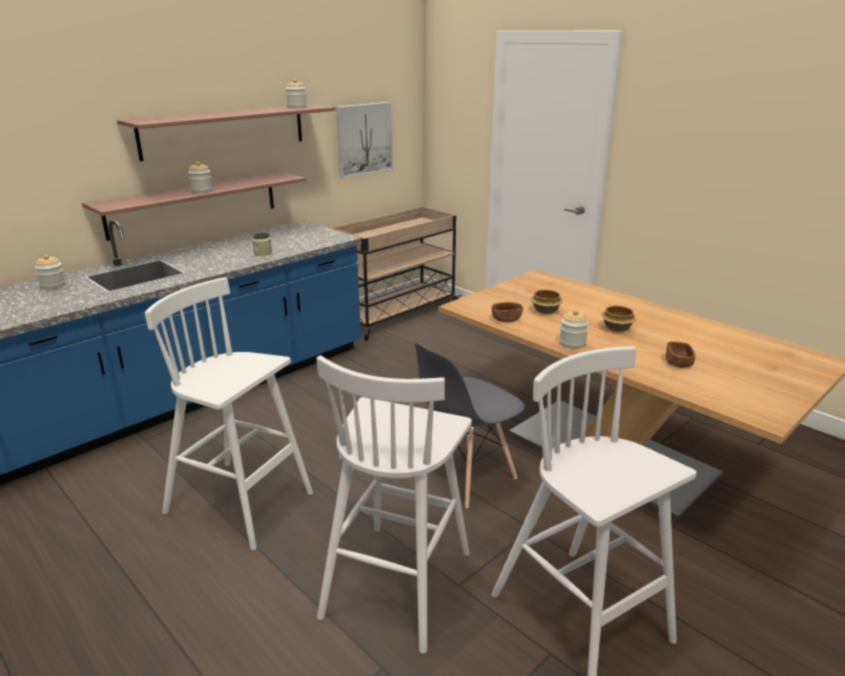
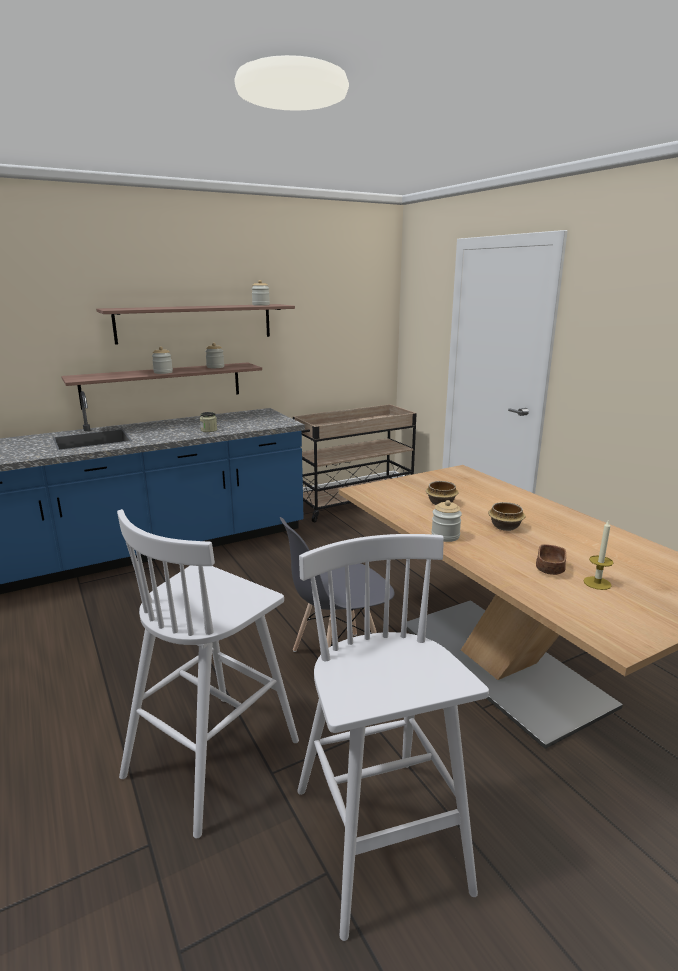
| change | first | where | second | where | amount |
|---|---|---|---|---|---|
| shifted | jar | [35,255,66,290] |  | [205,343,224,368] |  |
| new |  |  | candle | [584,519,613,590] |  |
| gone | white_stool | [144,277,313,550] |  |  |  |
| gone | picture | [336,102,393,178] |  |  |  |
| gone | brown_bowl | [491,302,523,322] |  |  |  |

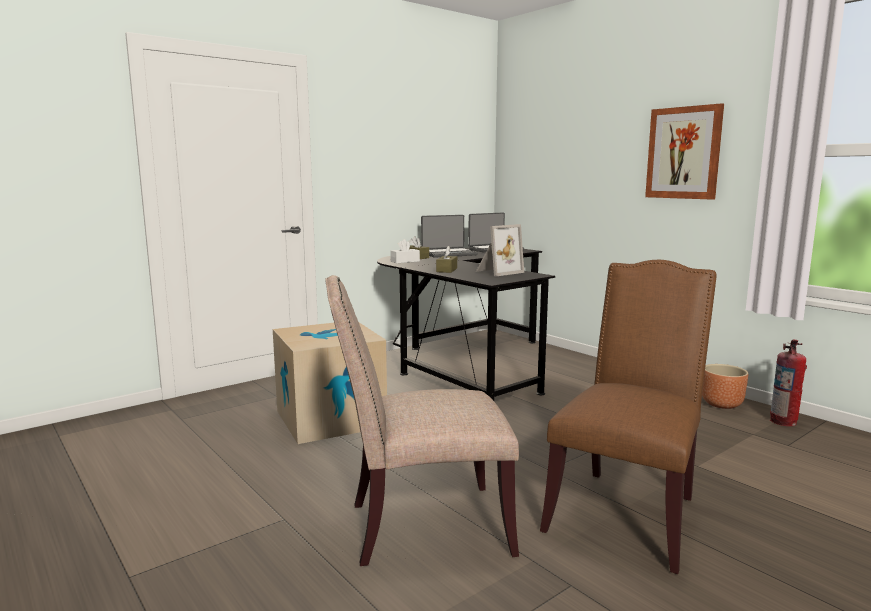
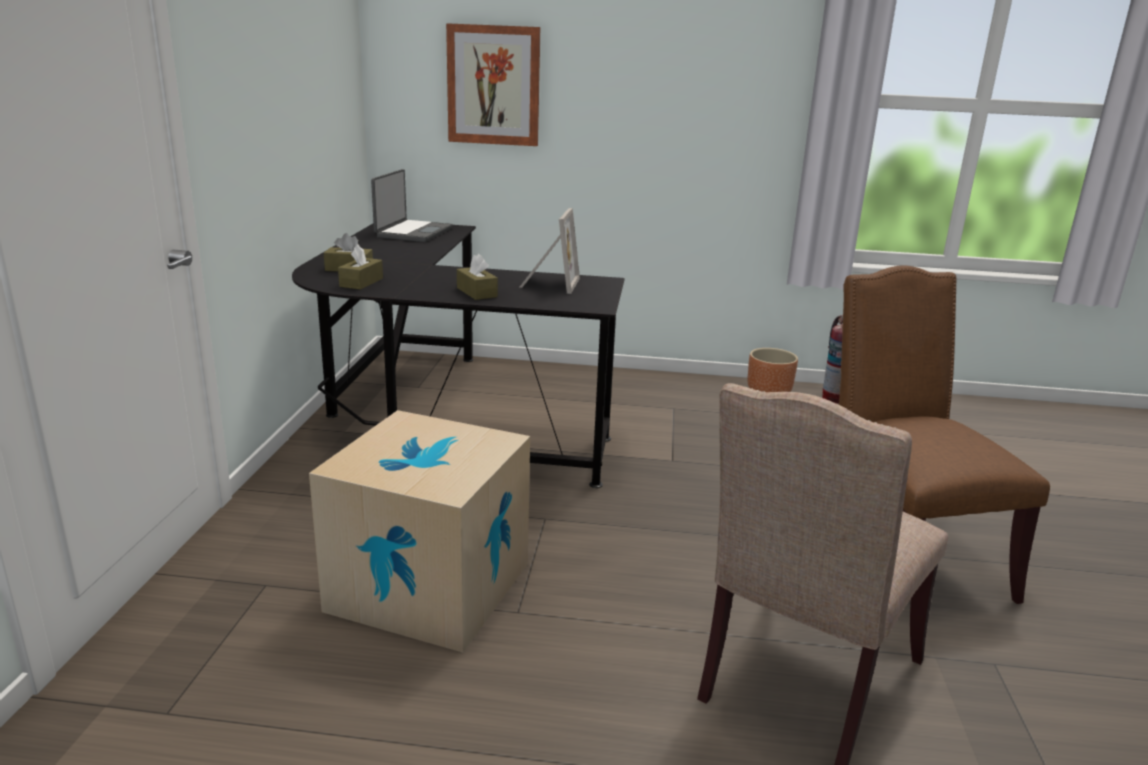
| change | first | where | second | where | amount |
|---|---|---|---|---|---|
| repainted | white_tissue_box | [390,239,420,263] | brown_tissue_box | [338,245,383,290] |  |
| shifted | picture | [645,103,724,200] |  | [446,23,540,146] |  |
| gone | laptop | [421,215,478,258] |  |  |  |

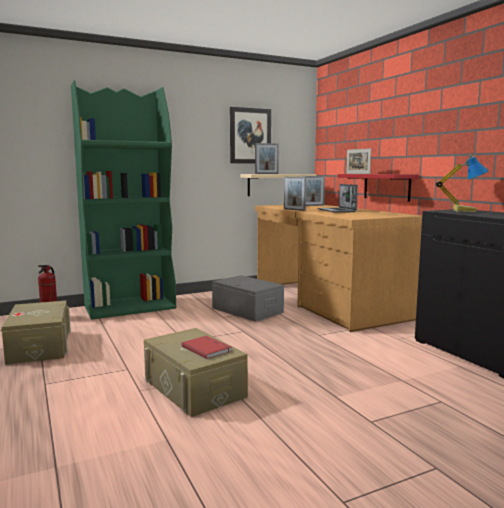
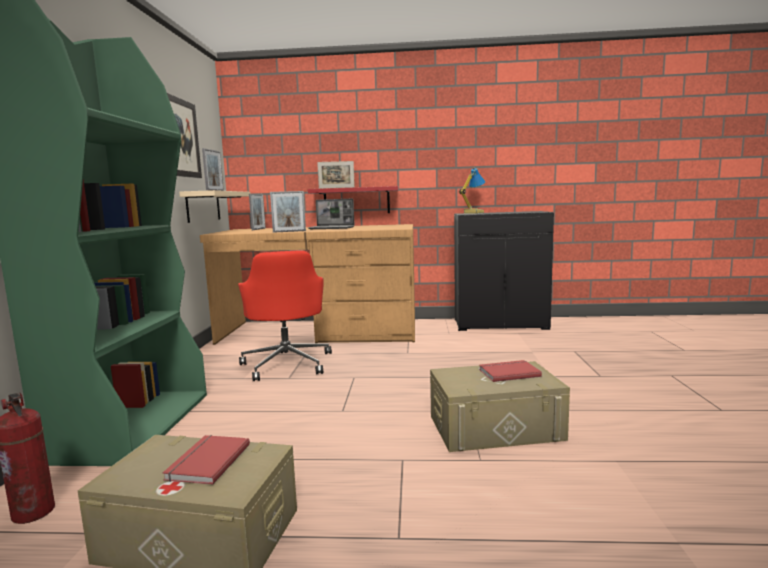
| change | first | where | second | where | amount |
|---|---|---|---|---|---|
| new |  |  | red_book | [162,435,250,485] |  |
| swapped | grey_storage_box | [212,275,284,322] | red_office_chair | [238,251,332,381] |  |

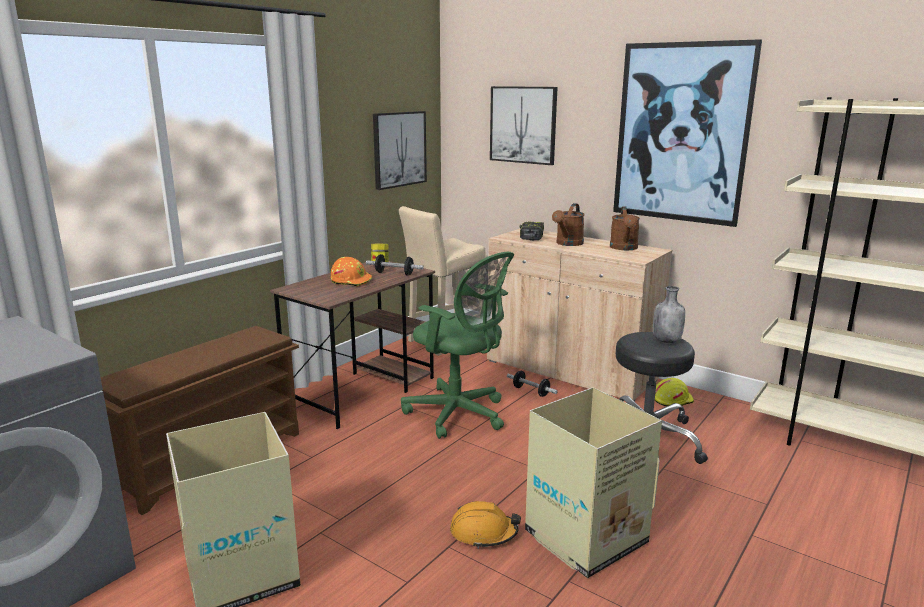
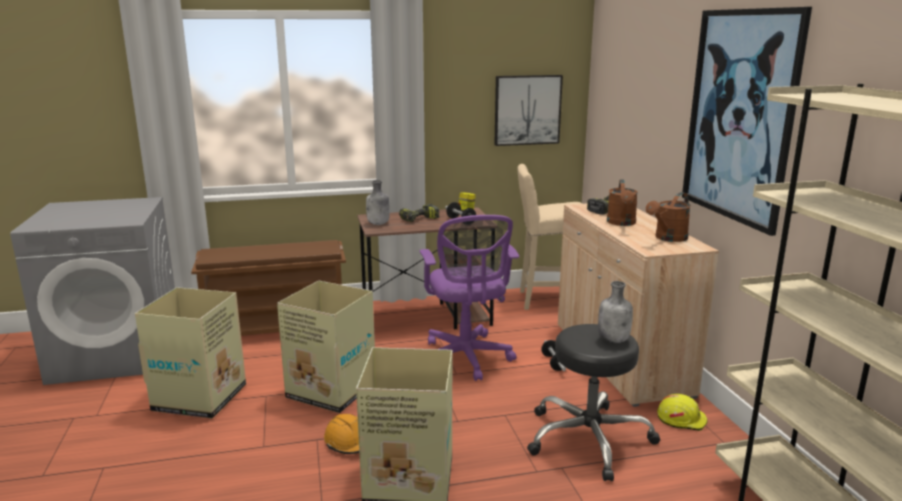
| change | first | where | second | where | amount |
|---|---|---|---|---|---|
| new |  |  | cardboard_box | [277,281,375,413] |  |
| new |  |  | grey_bottle | [366,180,390,225] |  |
| swapped | orange_hard_hat | [331,257,373,286] | power_drill | [399,204,440,222] |  |
| repainted | green_office_chair | [401,252,514,439] | purple_office_chair | [420,215,519,381] |  |
| rotated | brown_watering_can | [552,203,584,246] |  | [607,179,638,226] | 60 degrees counterclockwise |
| gone | picture | [490,86,557,165] |  |  |  |

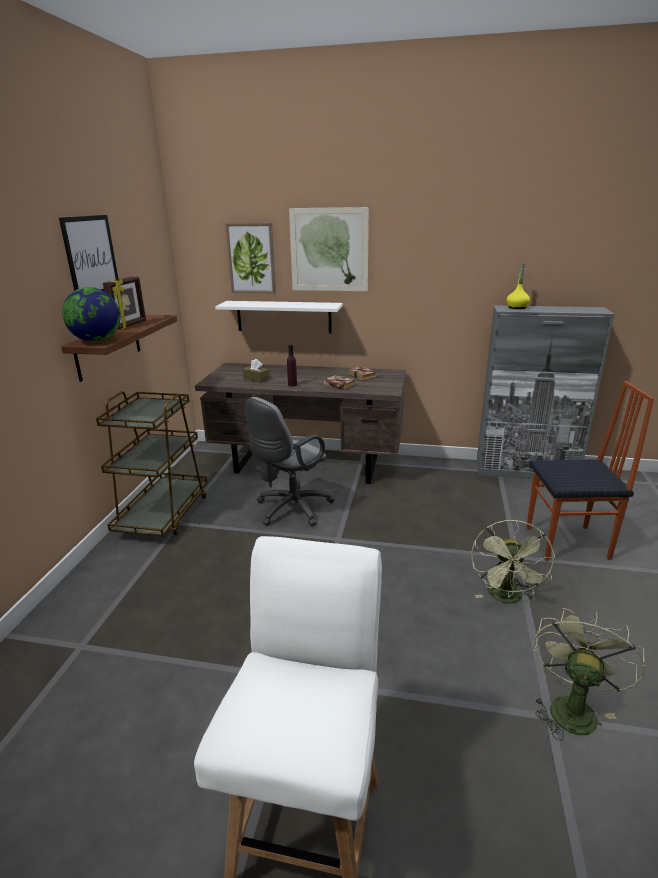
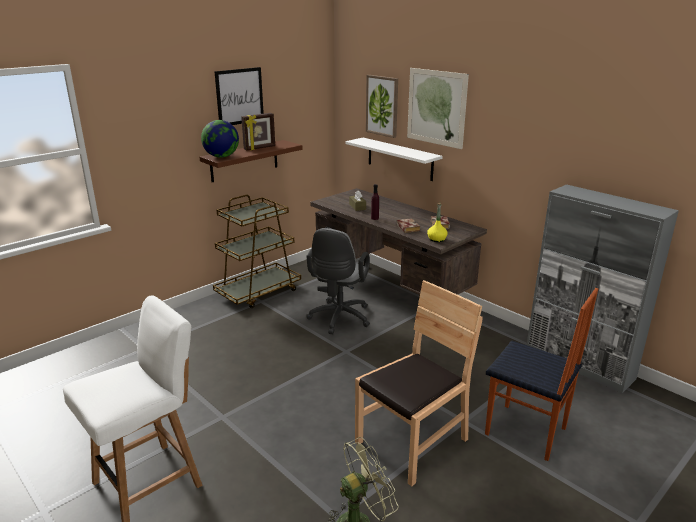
| change | first | where | second | where | amount |
|---|---|---|---|---|---|
| rotated | grey_office_chair | [245,397,335,526] |  | [306,228,370,334] | 60 degrees counterclockwise |
| swapped | green_fan | [471,520,555,604] | brown_chair | [355,280,483,487] |  |
| shifted | yellow_bottle | [507,263,530,309] |  | [427,203,448,242] |  |

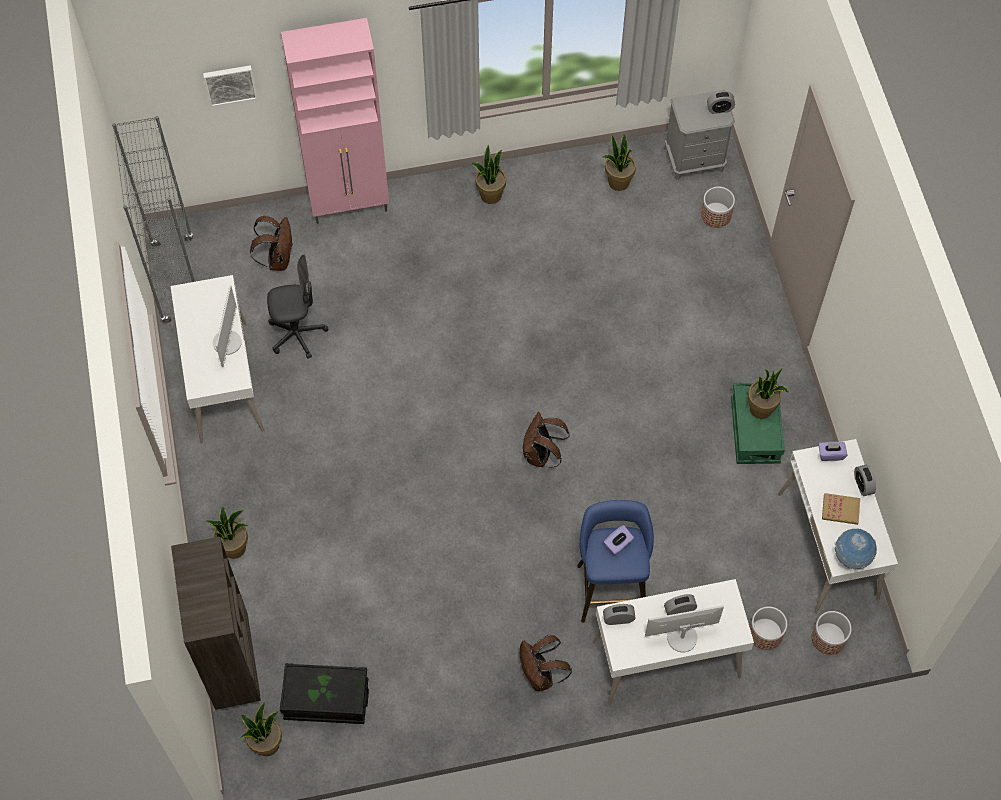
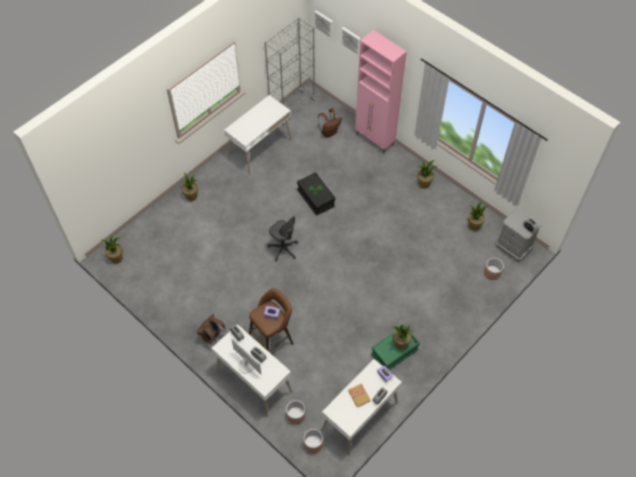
| change | first | where | second | where | amount |
|---|---|---|---|---|---|
| repainted | blue_stool | [577,500,654,623] | brown_stool | [249,288,294,352] |  |
| shifted | grey_office_chair | [267,255,328,359] |  | [268,215,298,262] |  |
| shifted | black_storage_box | [280,663,369,724] |  | [297,172,336,216] |  |
| new |  |  | picture | [314,10,333,39] |  |
| gone | brown_bookcase | [171,537,261,710] |  |  |  |
| gone | monitor | [213,285,242,367] |  |  |  |
| gone | brown_backpack | [523,412,569,468] |  |  |  |
| gone | globe | [835,528,877,569] |  |  |  |

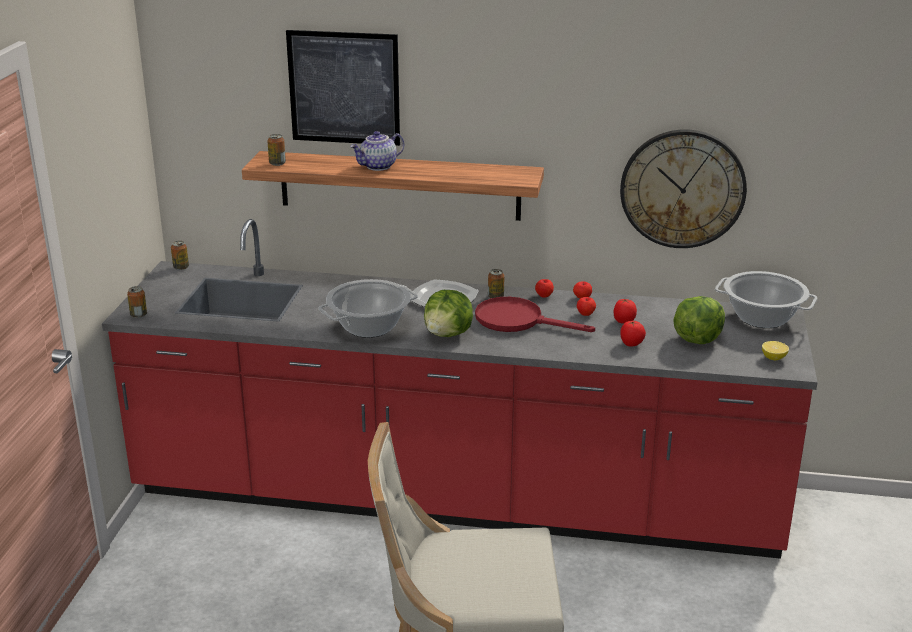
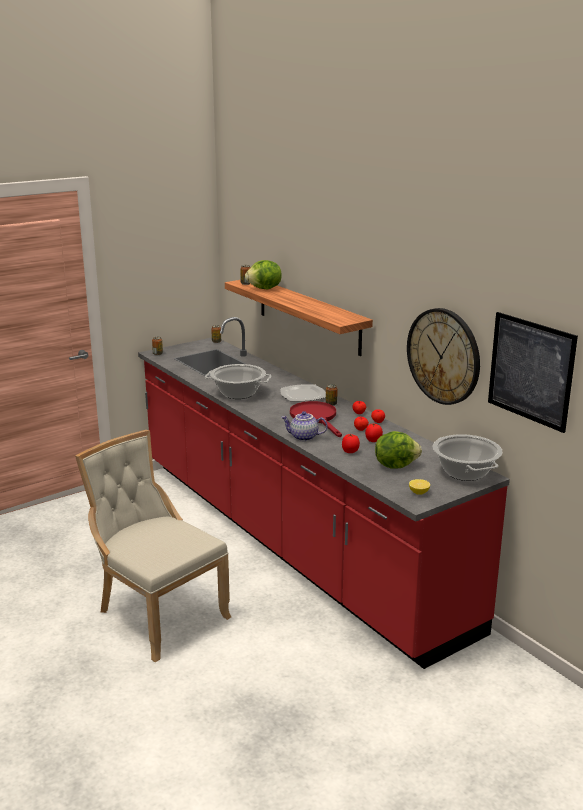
| change | first | where | second | where | amount |
|---|---|---|---|---|---|
| shifted | lettuce | [424,290,473,337] |  | [245,260,282,289] |  |
| shifted | teapot | [350,131,404,171] |  | [281,411,328,441] |  |
| shifted | picture | [286,30,400,146] |  | [488,312,578,433] |  |

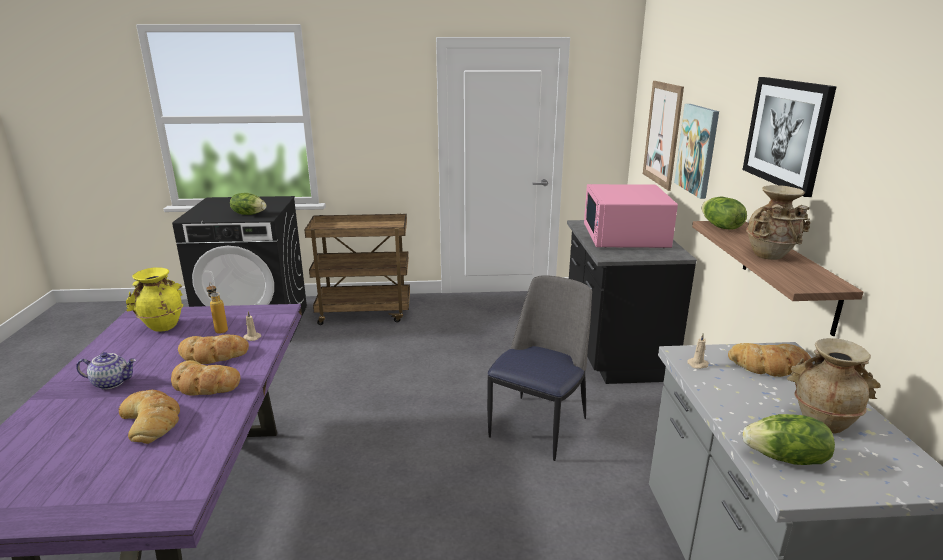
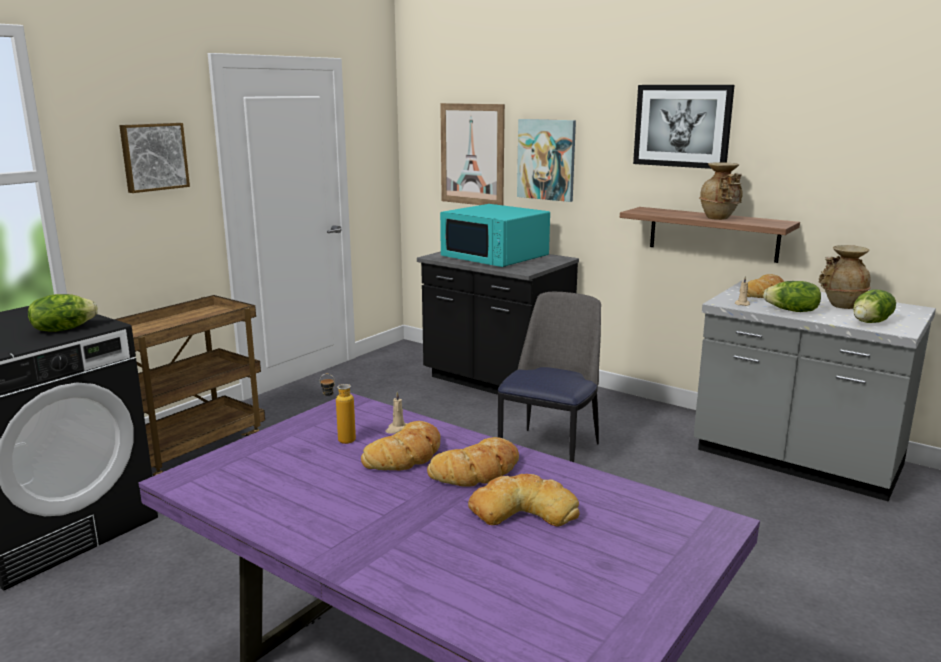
| change | first | where | second | where | amount |
|---|---|---|---|---|---|
| new |  |  | picture | [119,123,190,193] |  |
| repainted | pink_microwave | [584,184,678,248] | turquoise_microwave | [440,204,550,267] |  |
| rotated | chair | [487,275,592,461] |  | [498,292,601,462] | 45 degrees clockwise |
| shifted | lettuce | [702,197,747,230] |  | [763,281,821,312] |  |
| gone | teapot | [76,352,136,389] |  |  |  |
| gone | yellow_vase | [126,267,184,332] |  |  |  |

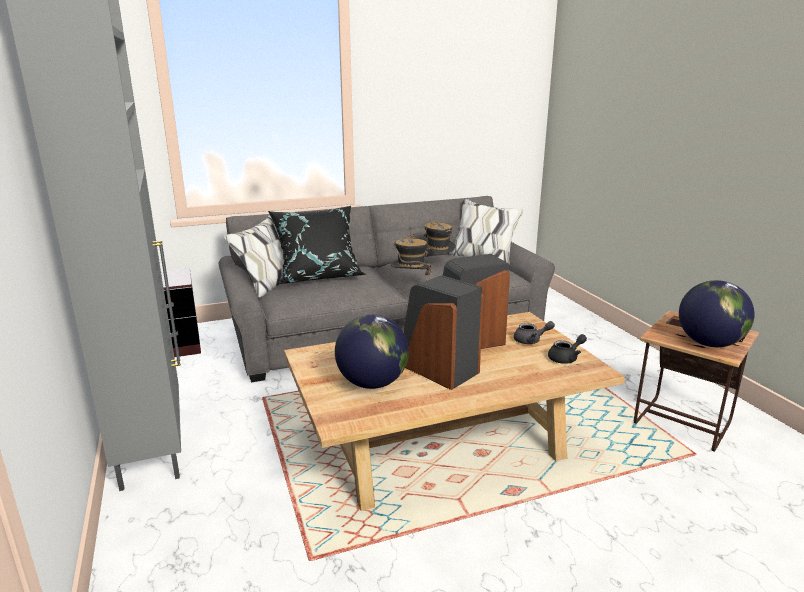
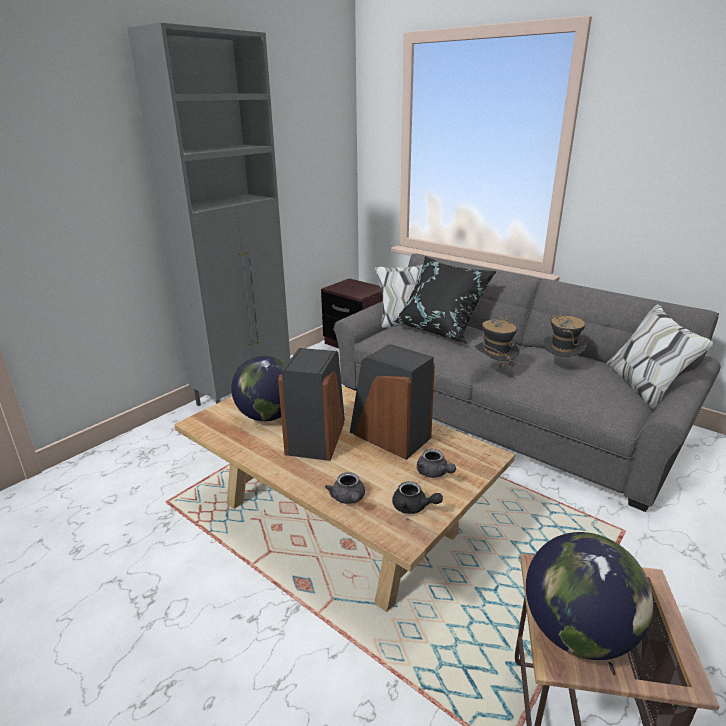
| change | first | where | second | where | amount |
|---|---|---|---|---|---|
| new |  |  | grey_teapot | [325,472,365,504] |  |

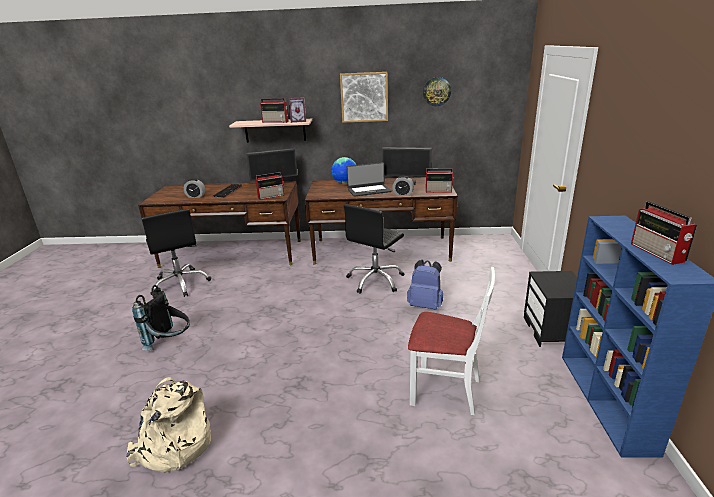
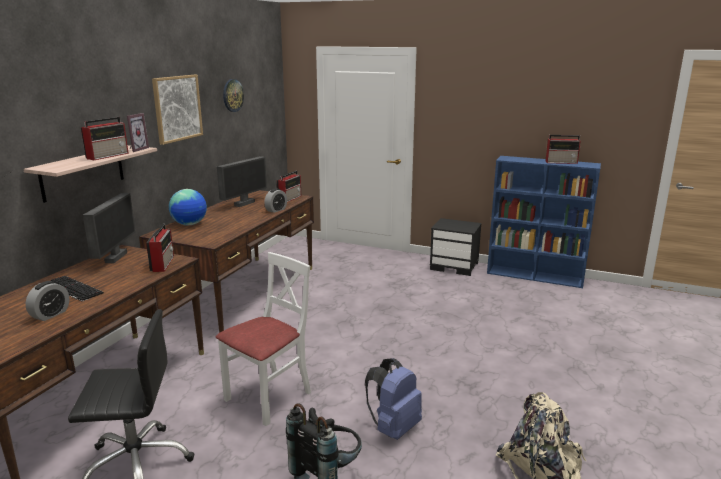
| change | first | where | second | where | amount |
|---|---|---|---|---|---|
| shifted | white_chair | [408,267,495,415] |  | [216,252,311,426] |  |
| shifted | blue_backpack | [407,260,443,310] |  | [365,358,422,440] |  |
| gone | black_office_chair | [344,204,404,294] |  |  |  |
| gone | laptop | [347,162,392,197] |  |  |  |

